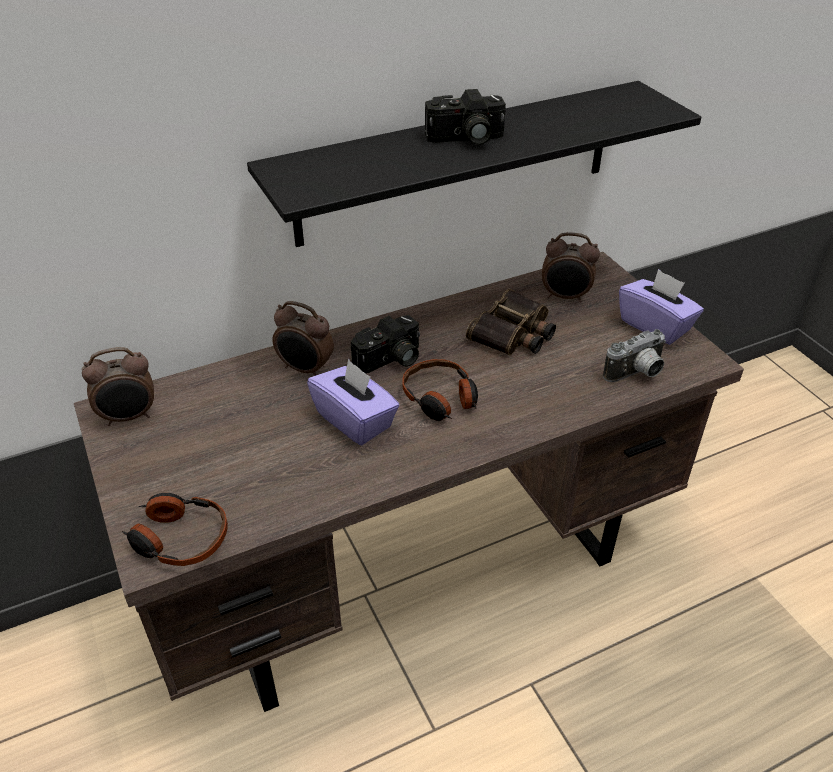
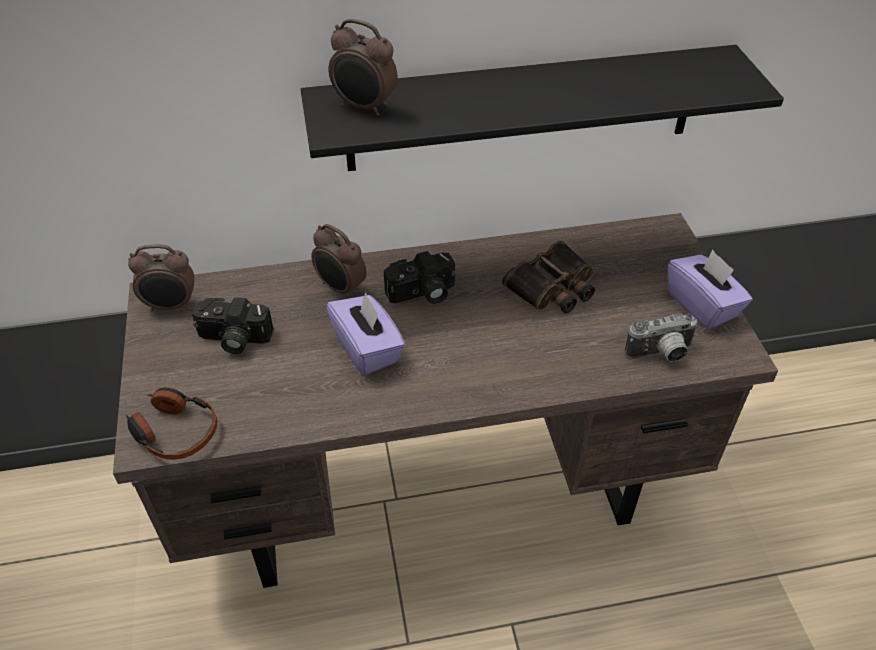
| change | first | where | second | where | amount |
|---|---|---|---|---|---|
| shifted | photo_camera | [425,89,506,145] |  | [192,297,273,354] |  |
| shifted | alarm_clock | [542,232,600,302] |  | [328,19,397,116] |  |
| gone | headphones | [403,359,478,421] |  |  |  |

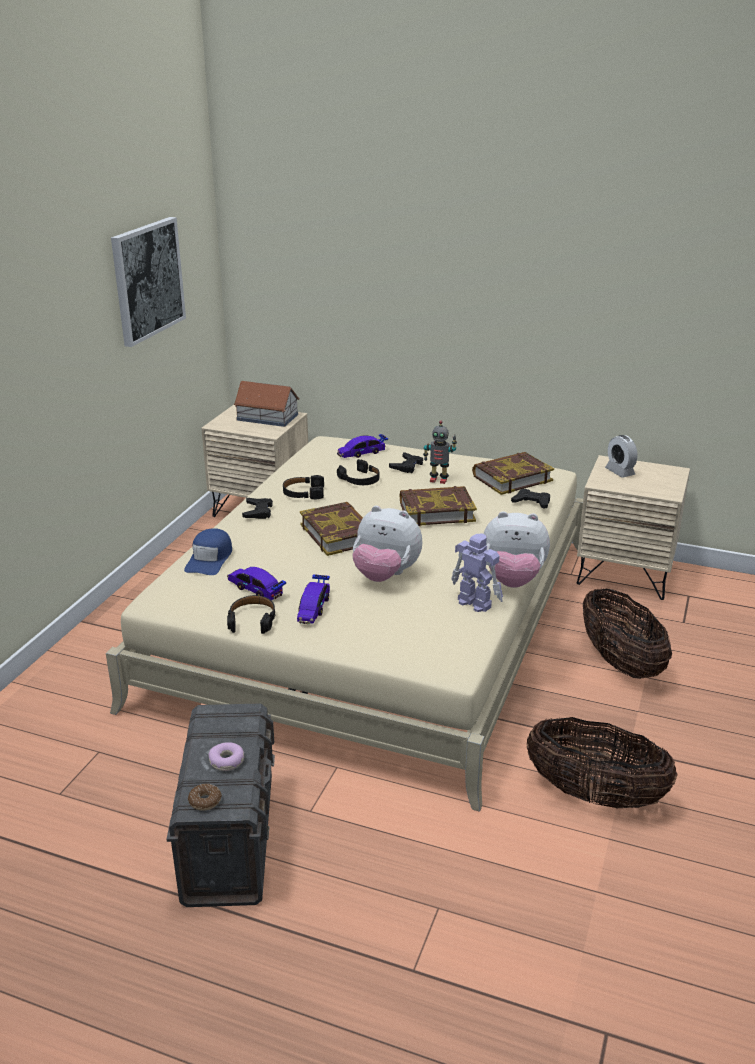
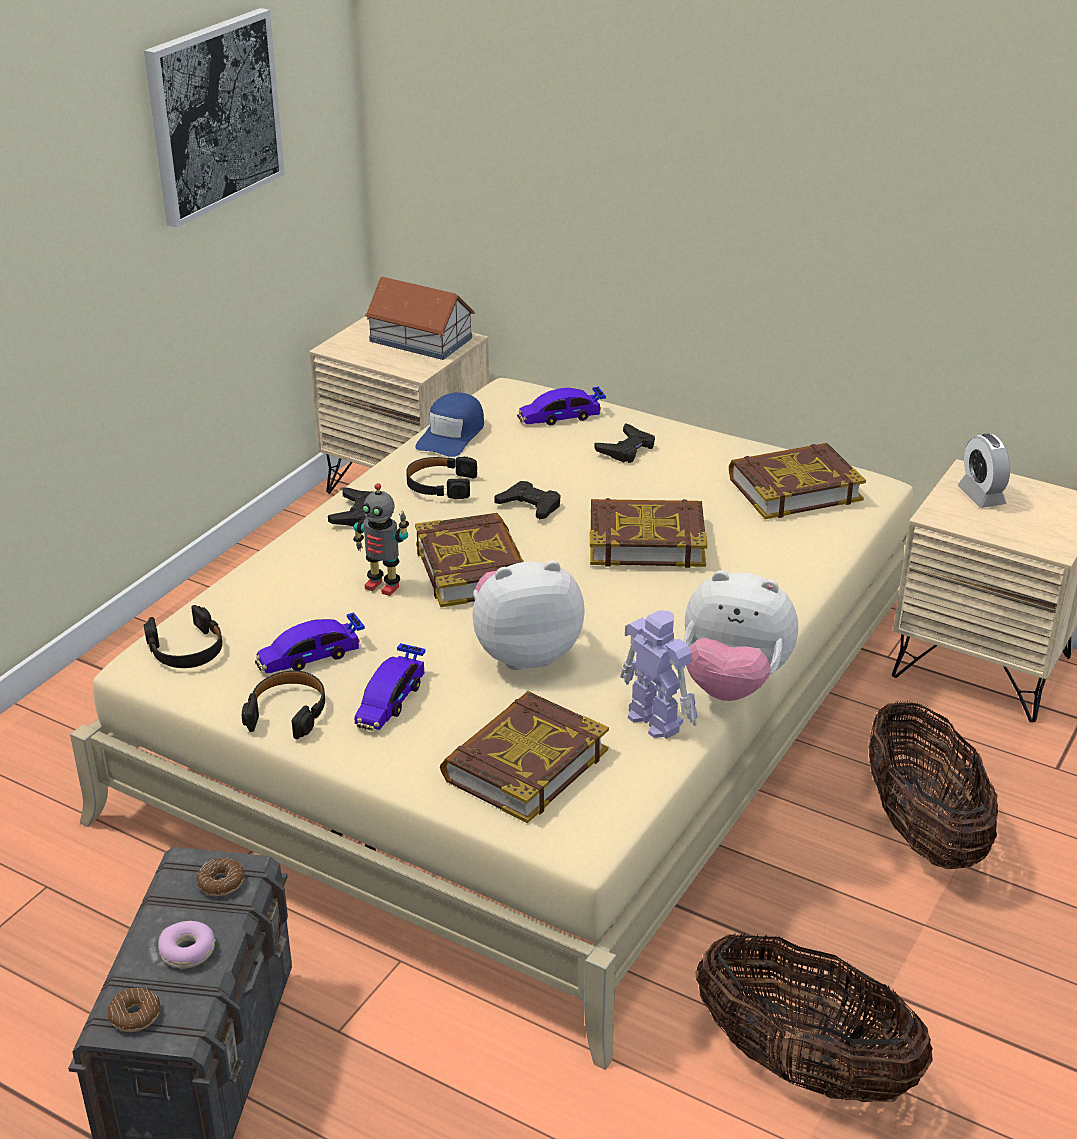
| change | first | where | second | where | amount |
|---|---|---|---|---|---|
| shifted | black_headphones | [337,459,379,485] |  | [144,605,222,668] |  |
| new |  |  | donut | [196,857,245,896] |  |
| rotated | toy_car | [227,567,286,600] |  | [255,612,365,673] | 75 degrees counterclockwise |
| shifted | toy_robot | [423,421,457,484] |  | [353,483,409,596] |  |
| shifted | blue_cap | [184,528,232,575] |  | [415,393,484,457] |  |
| new |  |  | book | [440,691,609,824] |  |
| rotated | plush_toy | [352,506,422,582] |  | [472,561,585,670] | 135 degrees clockwise |
| shifted | black_game_controller | [511,489,550,509] |  | [495,481,560,519] |  |

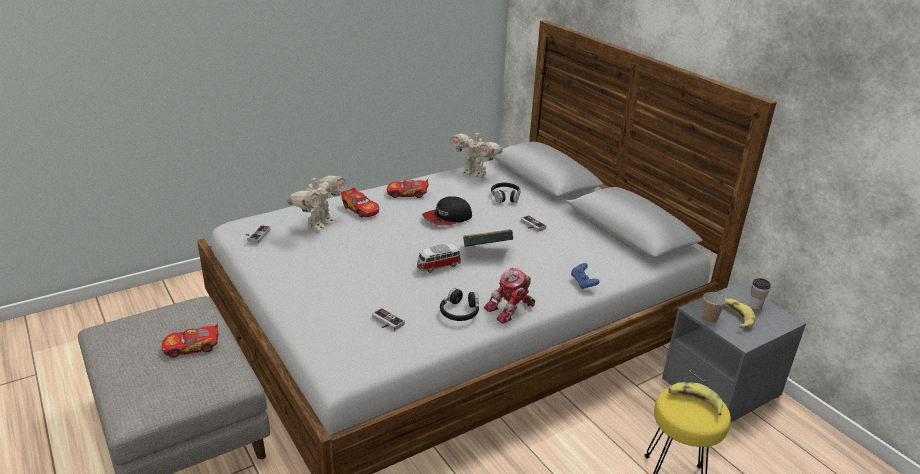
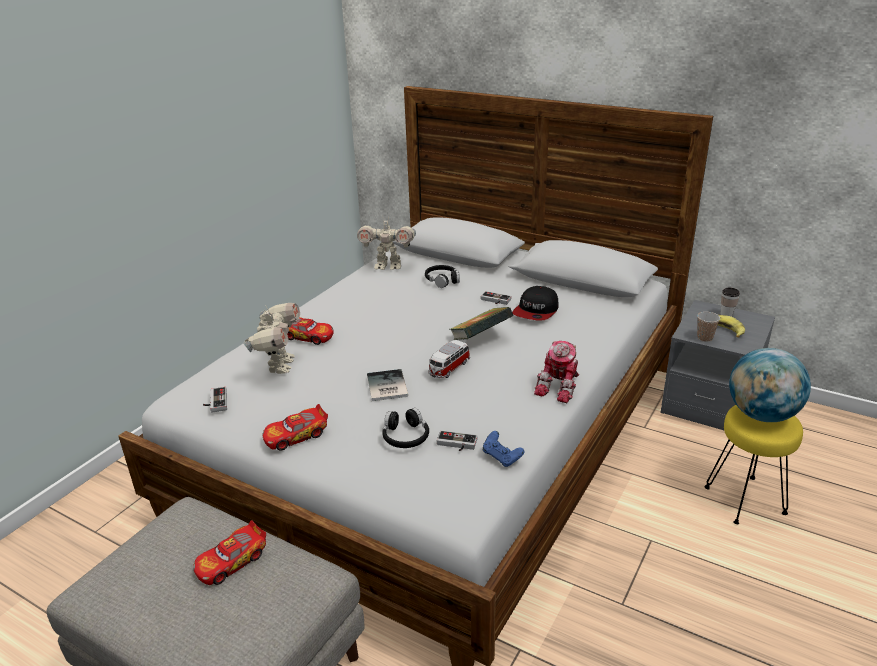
| change | first | where | second | where | amount |
|---|---|---|---|---|---|
| shifted | toy_car | [387,179,429,198] |  | [262,404,328,451] |  |
| new |  |  | book | [367,369,408,401] |  |
| shifted | black_headphones | [440,288,479,321] |  | [382,408,429,448] |  |
| shifted | blue_game_controller | [571,263,600,289] |  | [483,431,525,467] |  |
| shifted | cap | [422,196,472,225] |  | [512,286,559,321] |  |
| swapped | banana | [668,382,723,415] | globe | [729,348,811,422] |  |

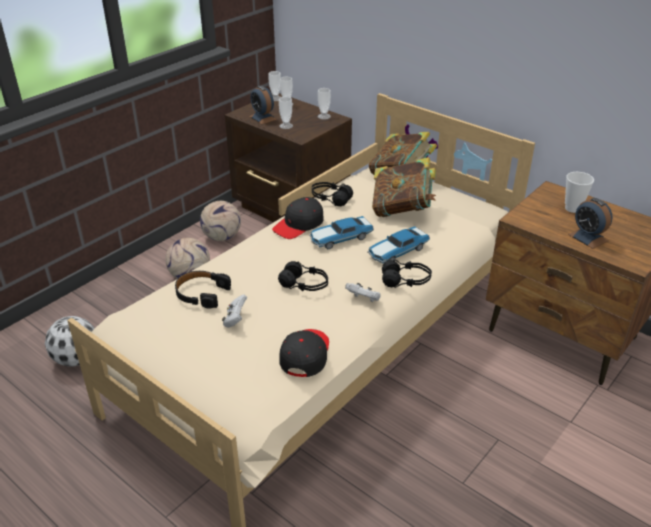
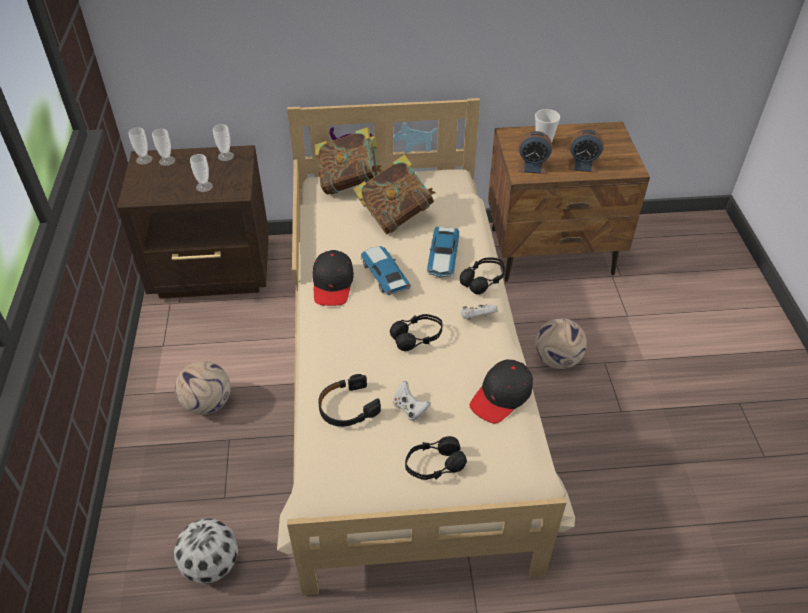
| change | first | where | second | where | amount |
|---|---|---|---|---|---|
| rotated | toy_car | [309,216,374,249] |  | [361,246,411,295] | 135 degrees clockwise |
| shifted | black_headphones | [312,182,353,206] |  | [405,436,467,480] |  |
| rotated | black_cap | [279,329,329,377] |  | [469,359,533,424] | 105 degrees counterclockwise |
| shifted | alarm_clock | [249,86,277,124] |  | [518,131,552,174] |  |
| shifted | football | [200,201,241,241] |  | [535,318,587,369] |  |

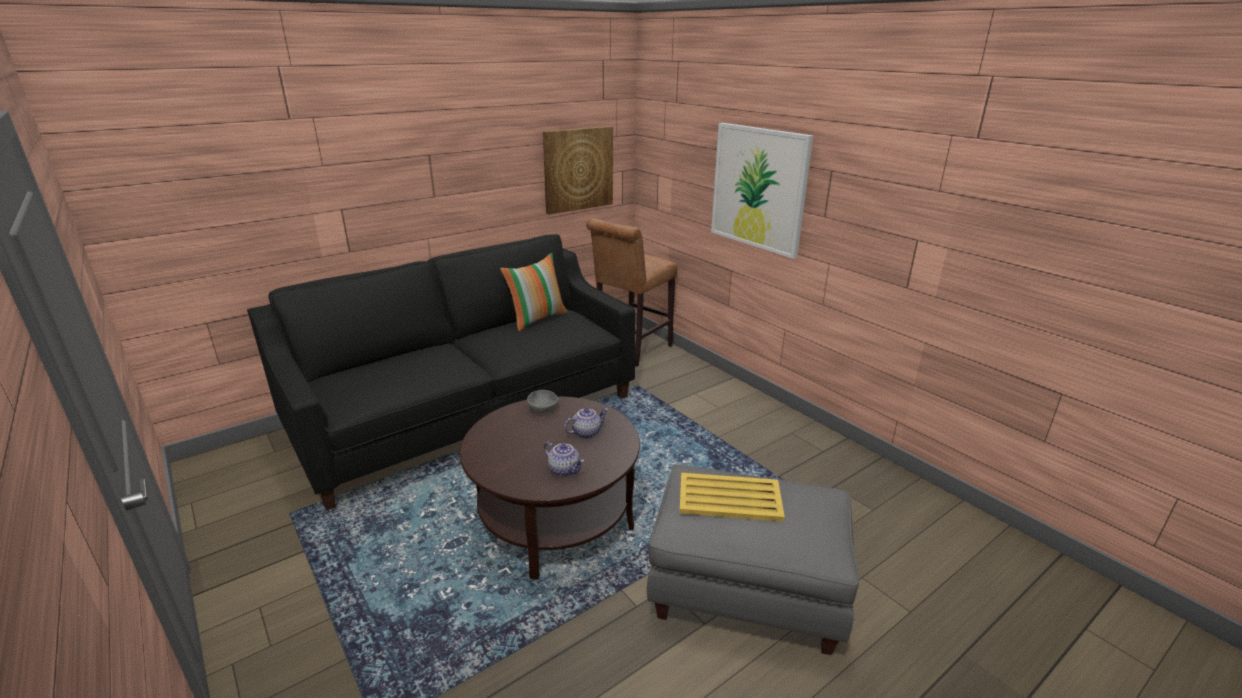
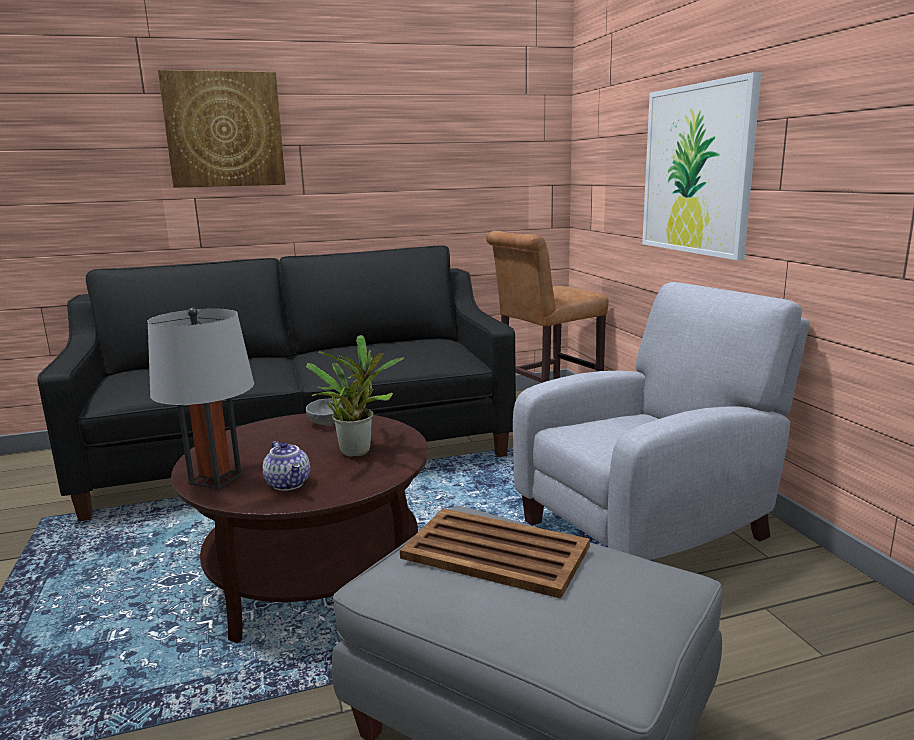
| change | first | where | second | where | amount |
|---|---|---|---|---|---|
| new |  |  | grey_table_lamp | [148,308,254,490] |  |
| shifted | picture | [543,126,613,214] |  | [158,70,286,188] |  |
| swapped | teapot | [564,408,608,438] | potted_plant | [306,335,404,457] |  |
| repainted | yellow_tray | [679,473,785,522] | brown_tray | [400,508,590,599] |  |
| new |  |  | grey_armchair | [513,282,810,560] |  |
| gone | pillow | [500,253,568,331] |  |  |  |

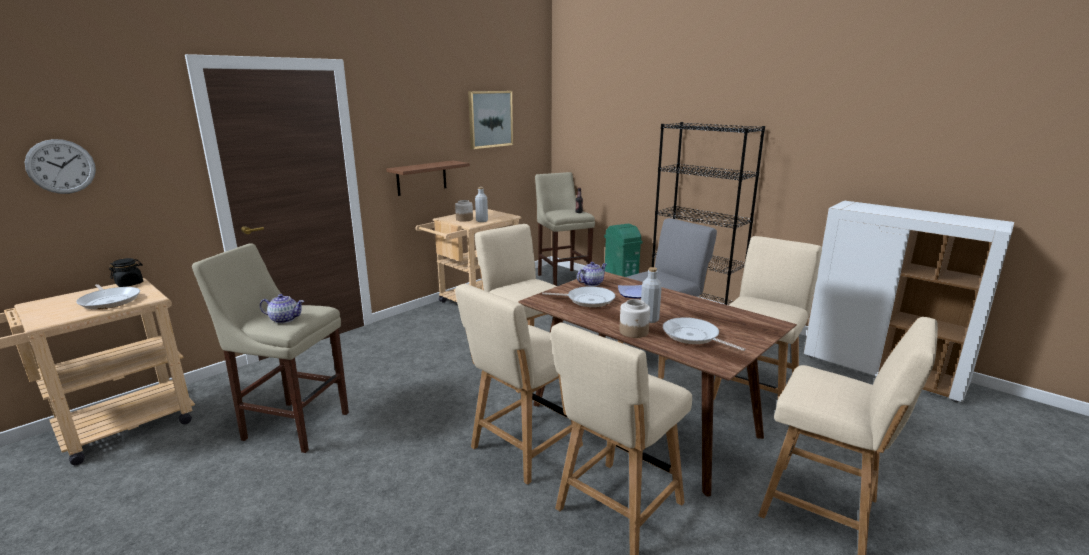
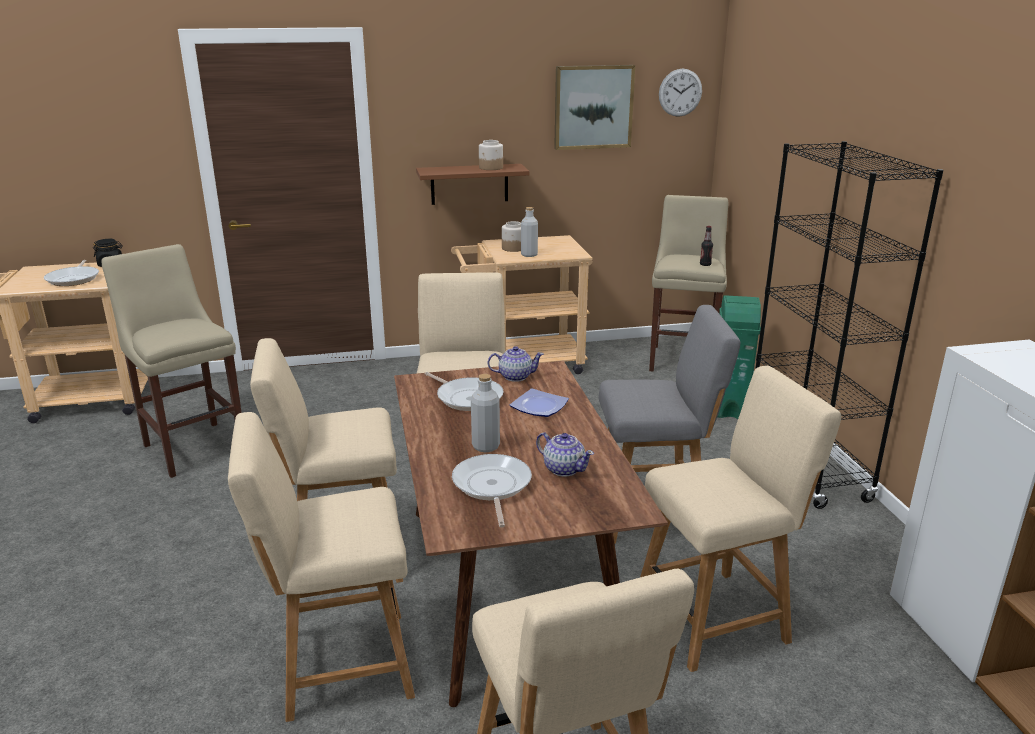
| change | first | where | second | where | amount |
|---|---|---|---|---|---|
| shifted | jar | [619,299,650,338] |  | [479,140,503,170] |  |
| shifted | teapot | [260,294,304,323] |  | [536,432,594,477] |  |
| shifted | wall_clock | [25,139,96,194] |  | [659,69,702,117] |  |

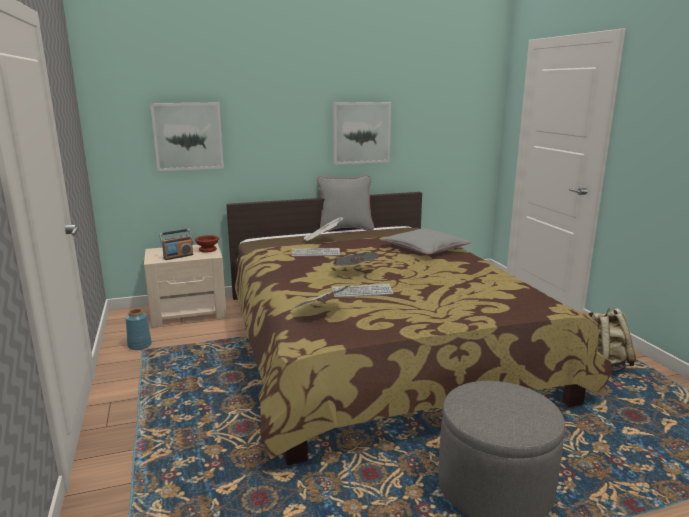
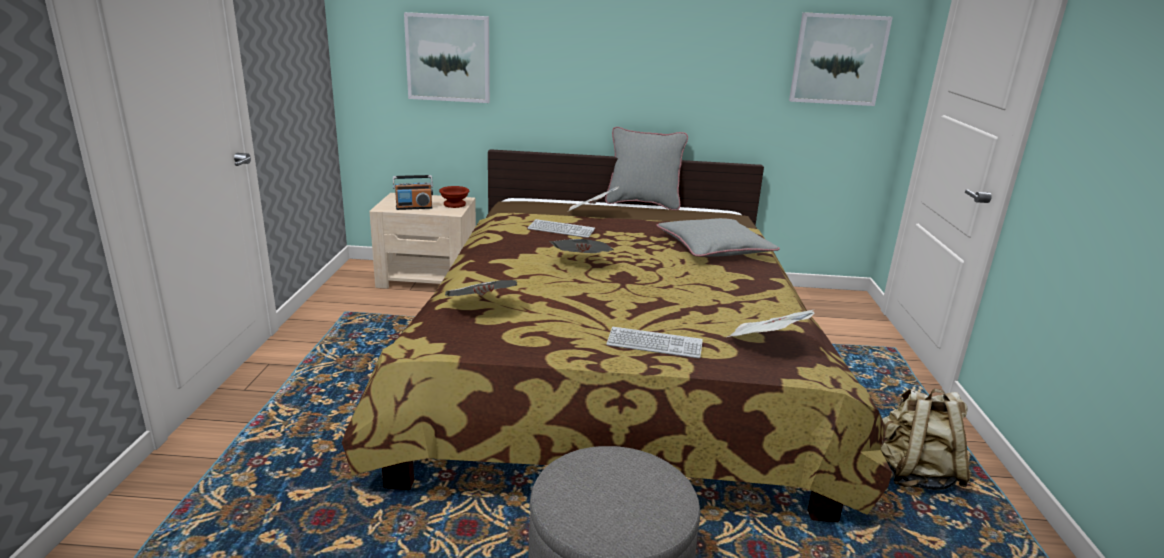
| change | first | where | second | where | amount |
|---|---|---|---|---|---|
| shifted | keyboard | [332,284,394,298] |  | [606,327,703,358] |  |
| new |  |  | newspaper | [727,310,815,337] |  |
| shifted | picture | [333,102,391,165] |  | [789,12,893,106] |  |
| gone | blue_vase | [126,309,152,350] |  |  |  |

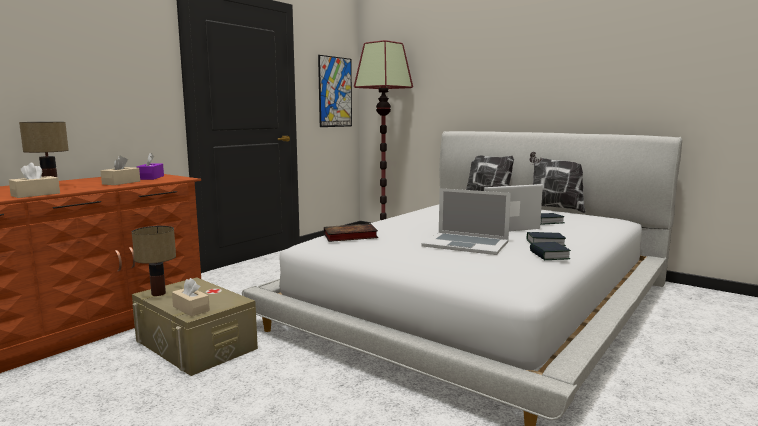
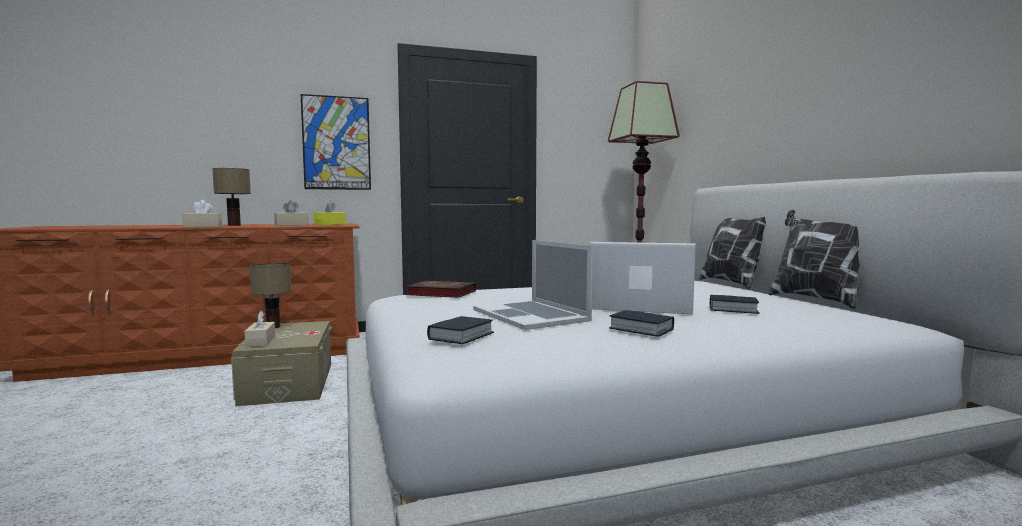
| change | first | where | second | where | amount |
|---|---|---|---|---|---|
| shifted | picture | [318,55,352,127] |  | [301,94,371,190] |  |
| repainted | purple_tissue_box | [137,152,164,180] | yellow_tissue_box | [314,201,346,225] |  |
| shifted | book | [530,242,571,260] |  | [427,316,494,344] |  |

